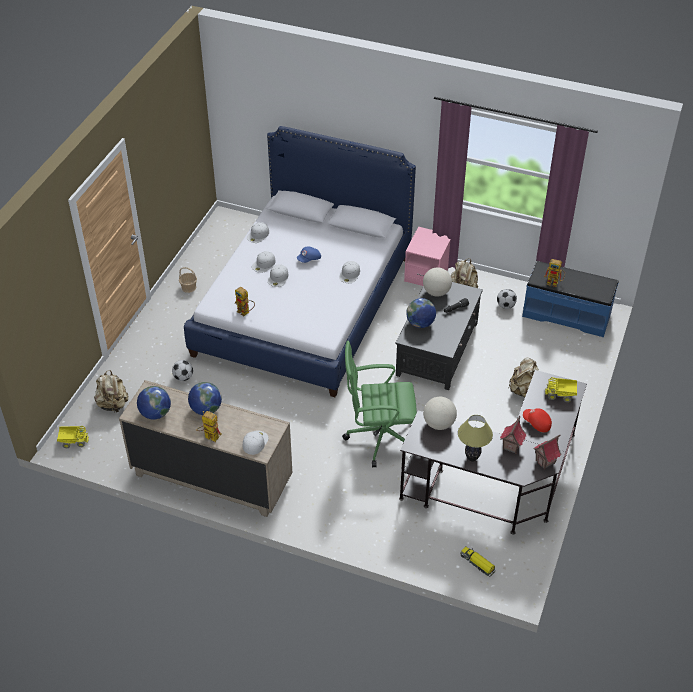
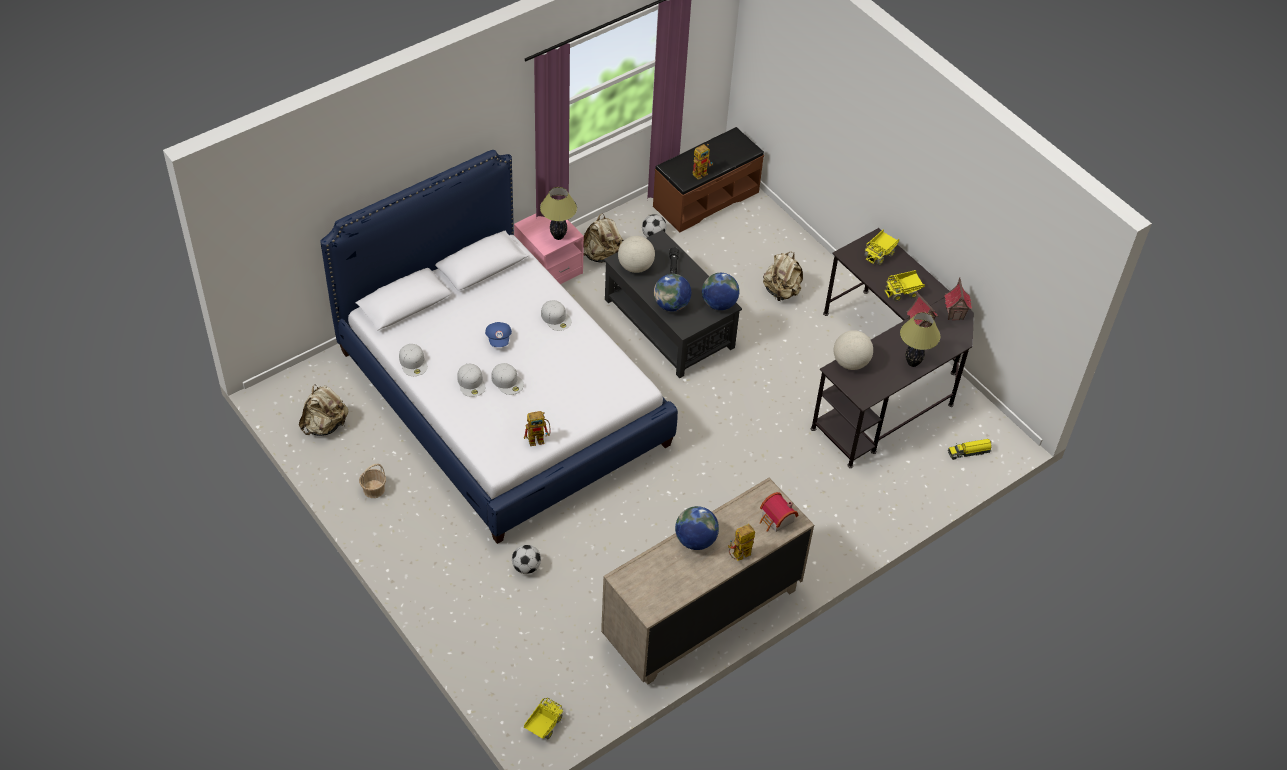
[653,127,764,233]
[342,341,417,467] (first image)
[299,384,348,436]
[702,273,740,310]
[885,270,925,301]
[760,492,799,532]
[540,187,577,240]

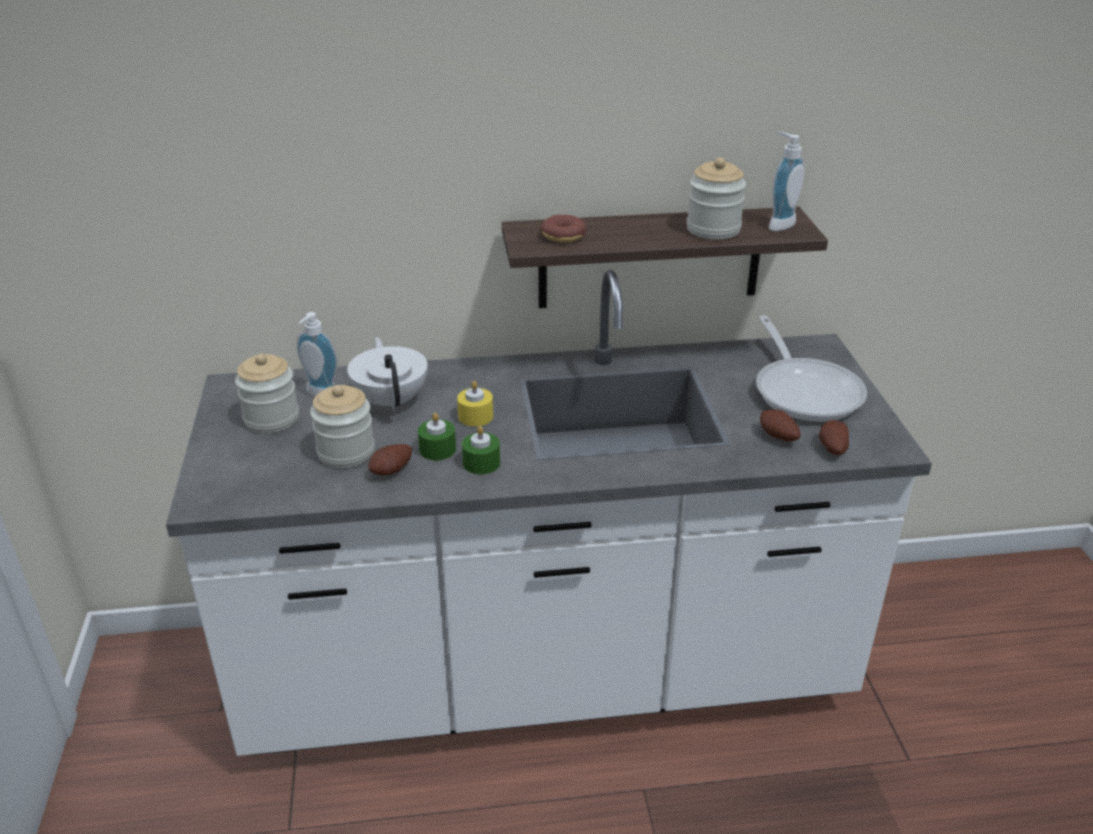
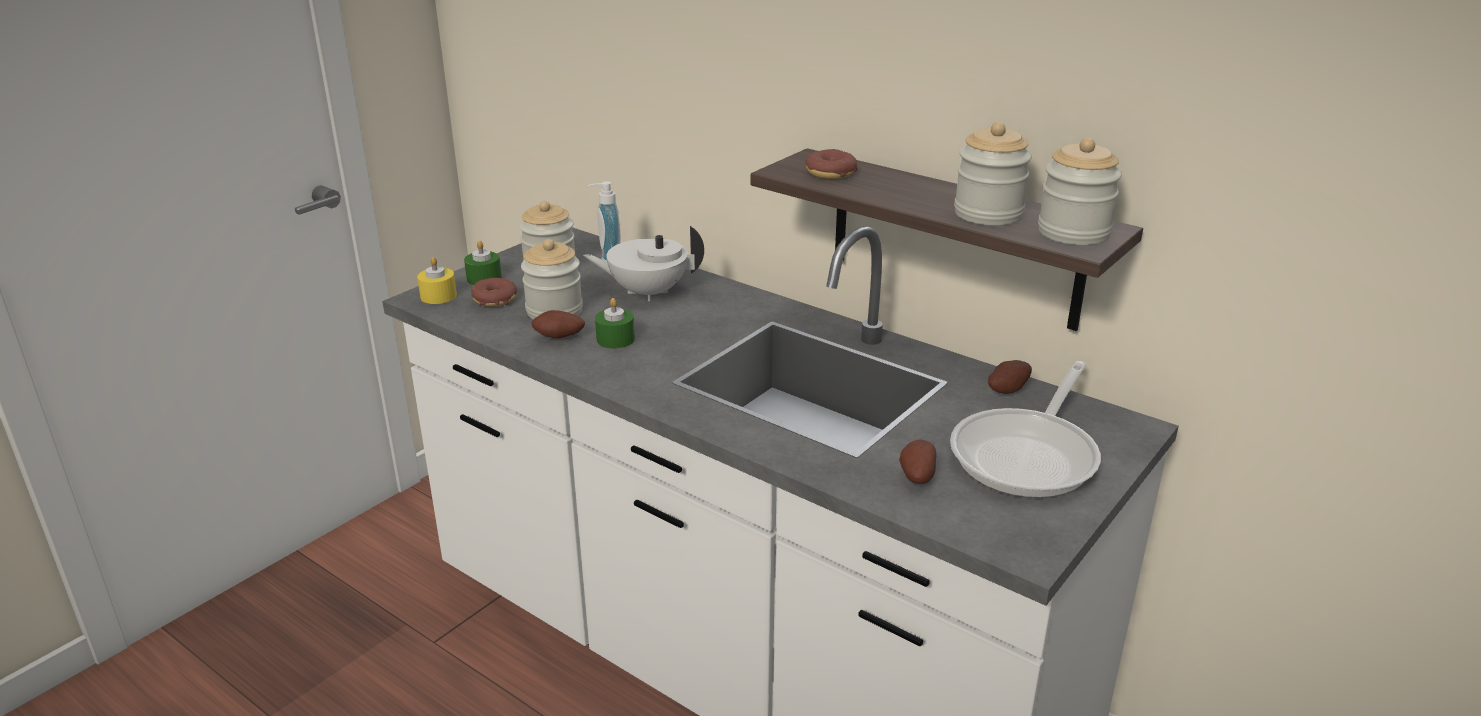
[1038,138,1122,245]
[583,226,704,301]
[417,257,457,304]
[988,360,1032,394]
[464,241,502,285]
[471,278,517,306]

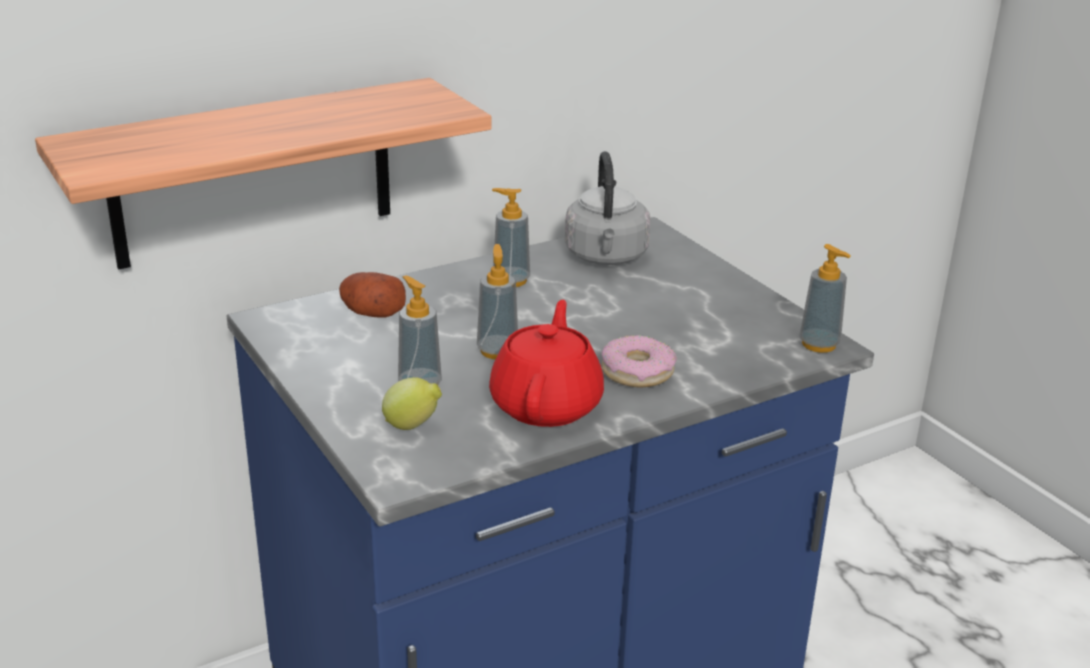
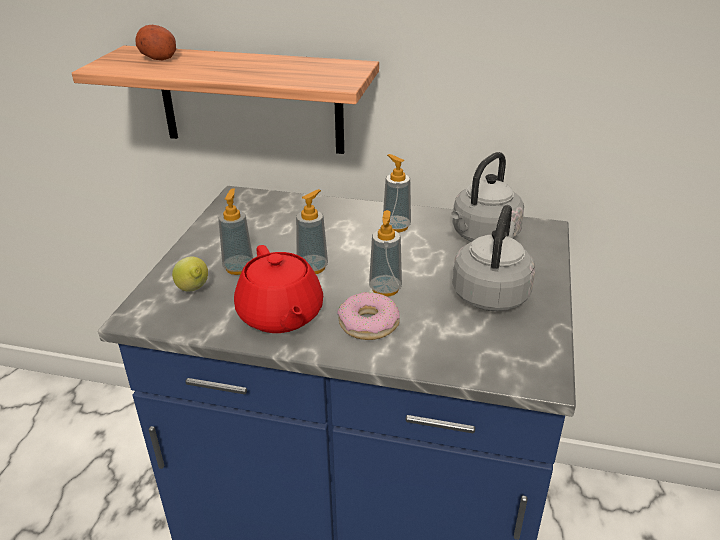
[369,210,402,297]
[135,25,176,60]
[234,245,323,333]
[452,205,535,311]

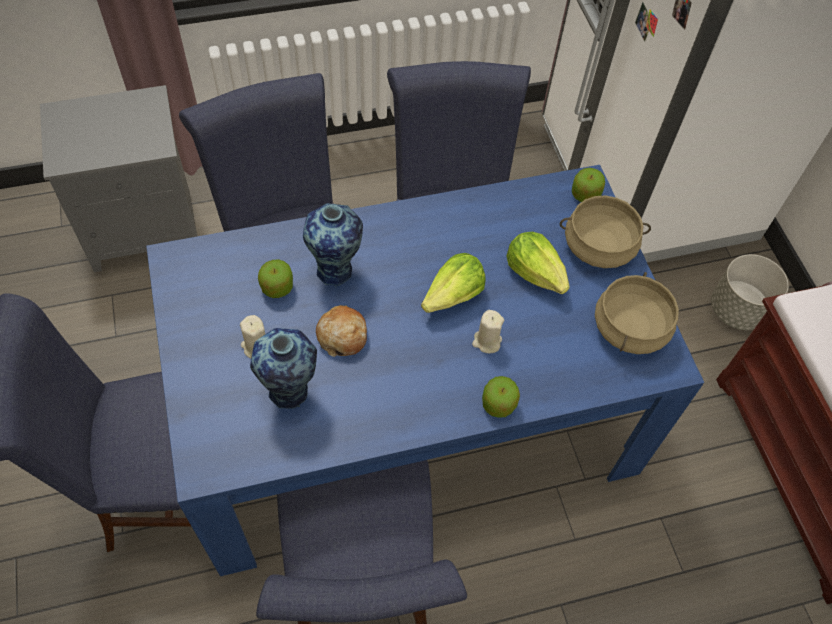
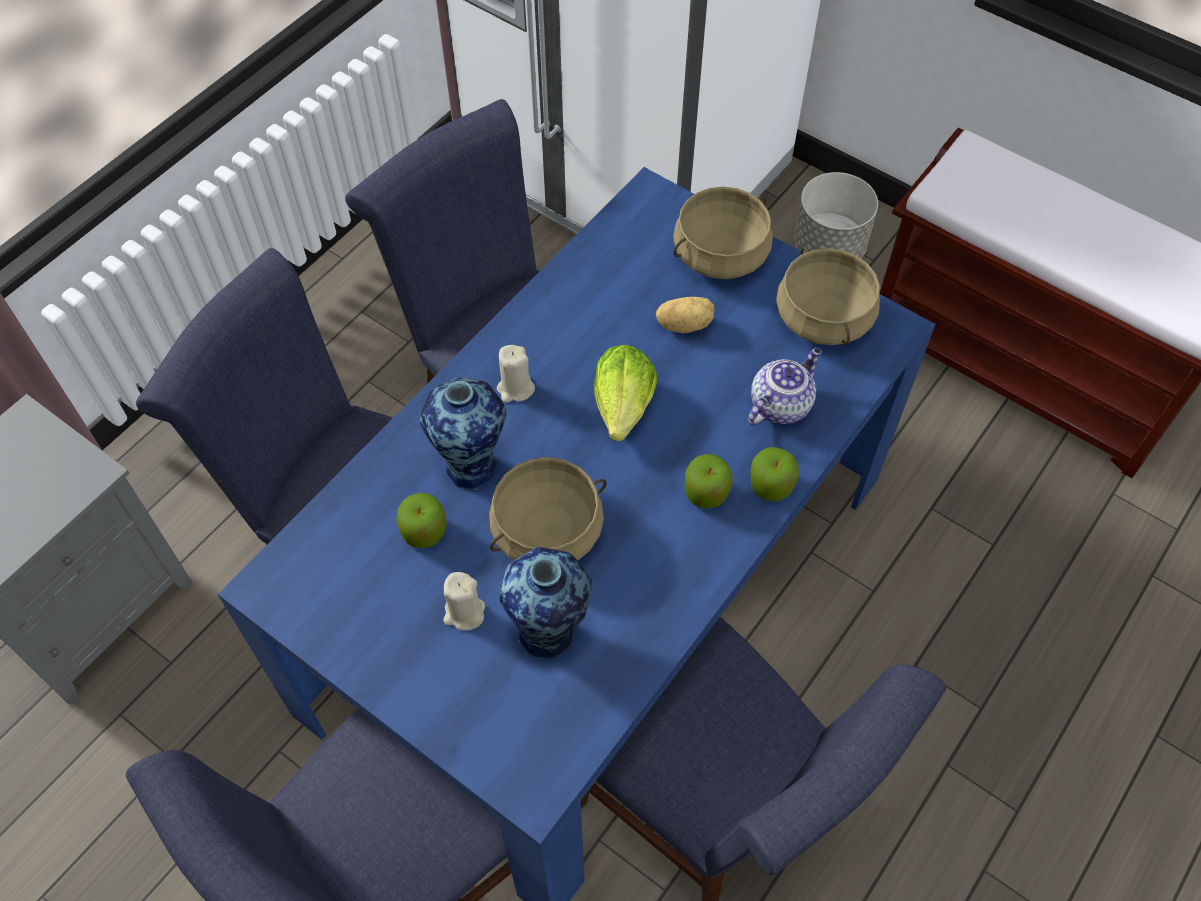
[685,454,732,508]
[656,297,714,333]
[489,457,607,561]
[497,345,535,403]
[748,347,822,426]

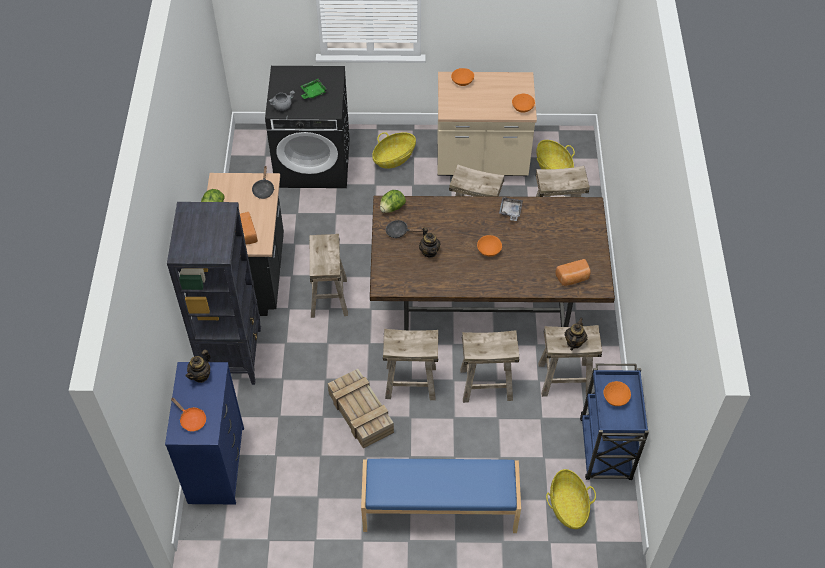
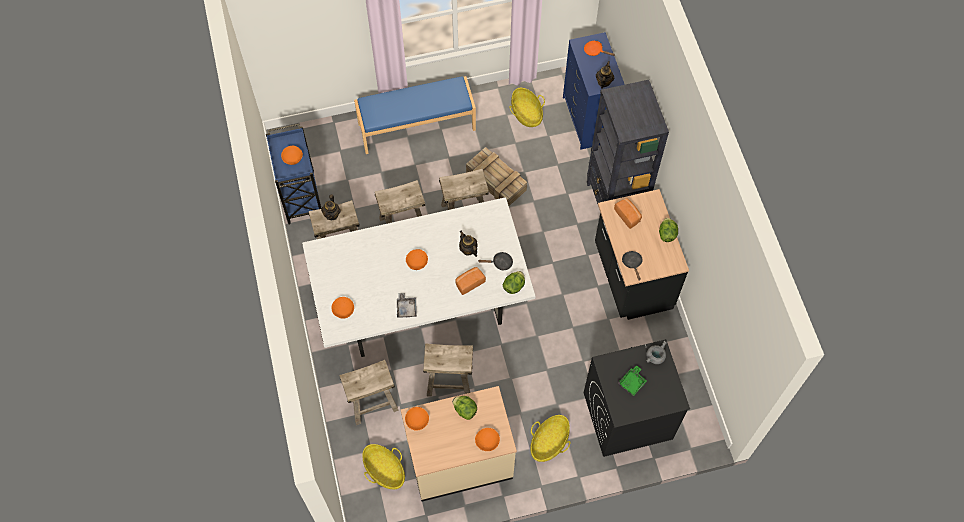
[302,197,536,357]
[309,234,348,318] (first image)
[455,267,486,295]
[510,88,545,127]
[331,297,354,319]
[452,396,477,420]

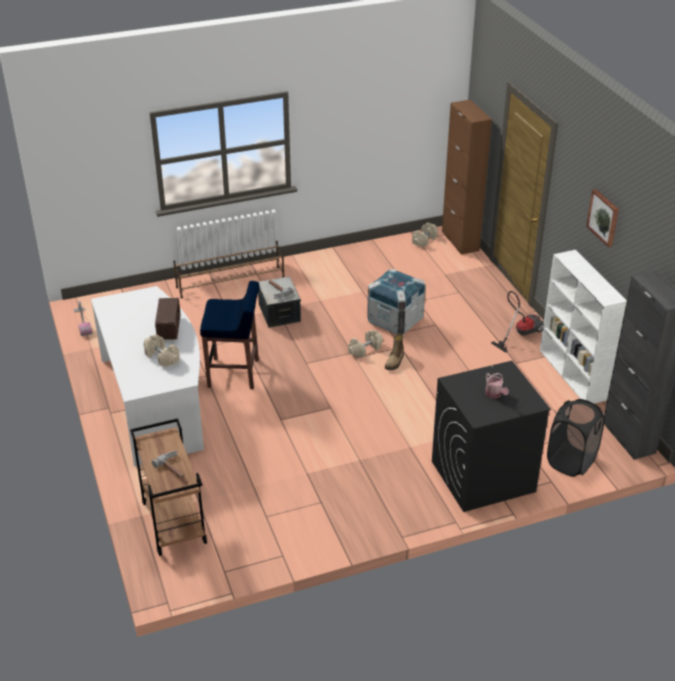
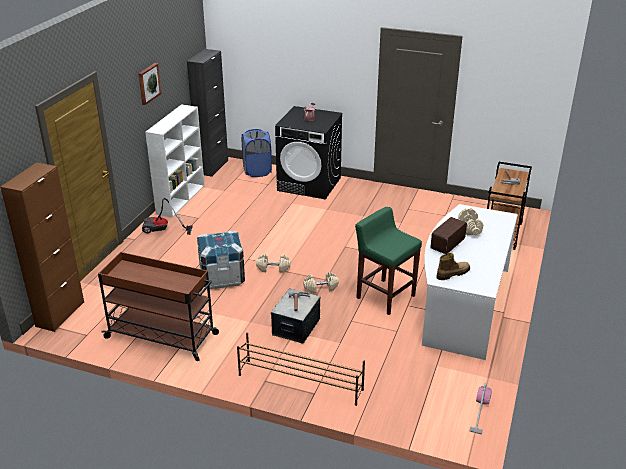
[303,272,339,294]
[355,207,422,315]
[436,253,470,280]
[242,129,272,177]
[98,252,219,361]

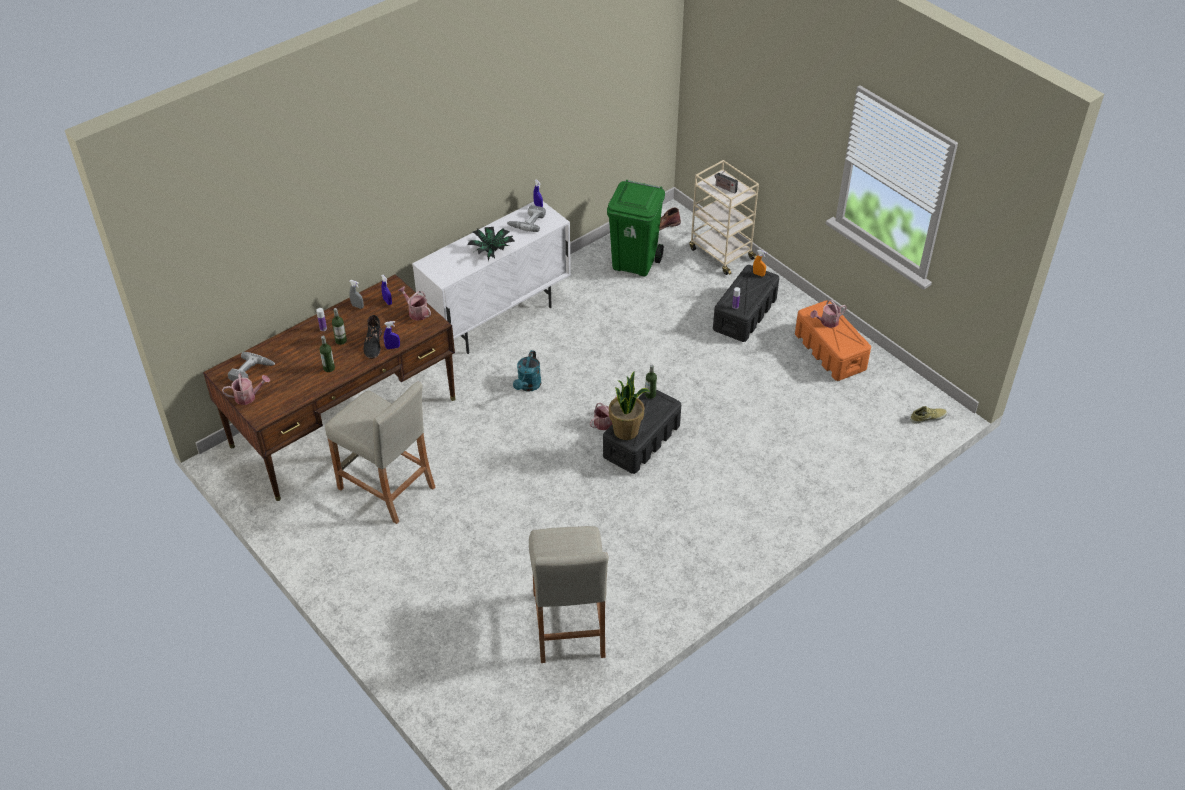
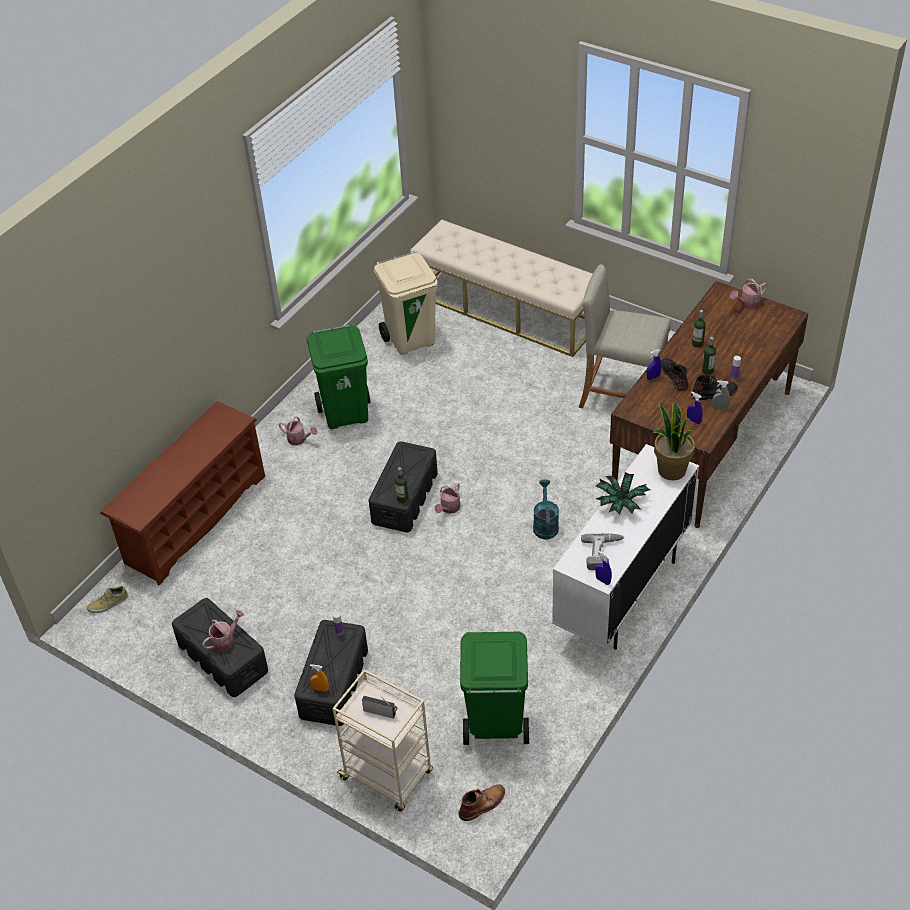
[279,417,318,445]
[172,598,268,697]
[228,352,275,381] (first image)
[652,402,695,480]
[374,251,438,355]
[410,219,593,357]
[307,324,370,429]
[691,375,738,400]
[100,401,265,586]

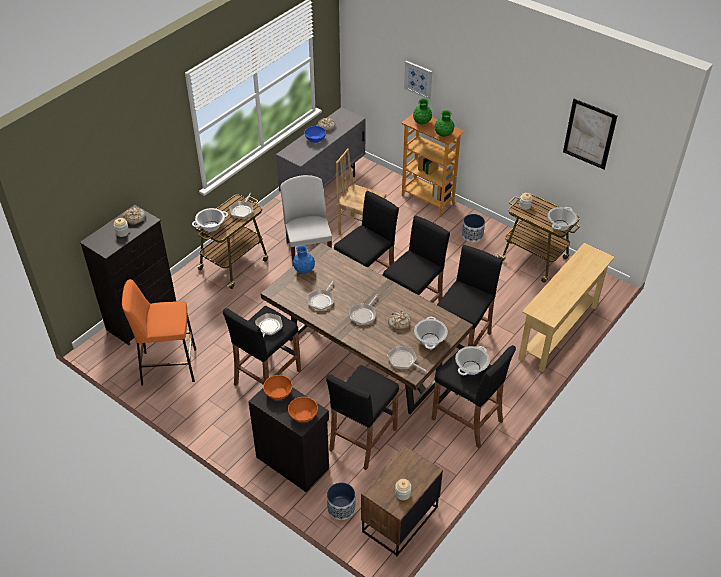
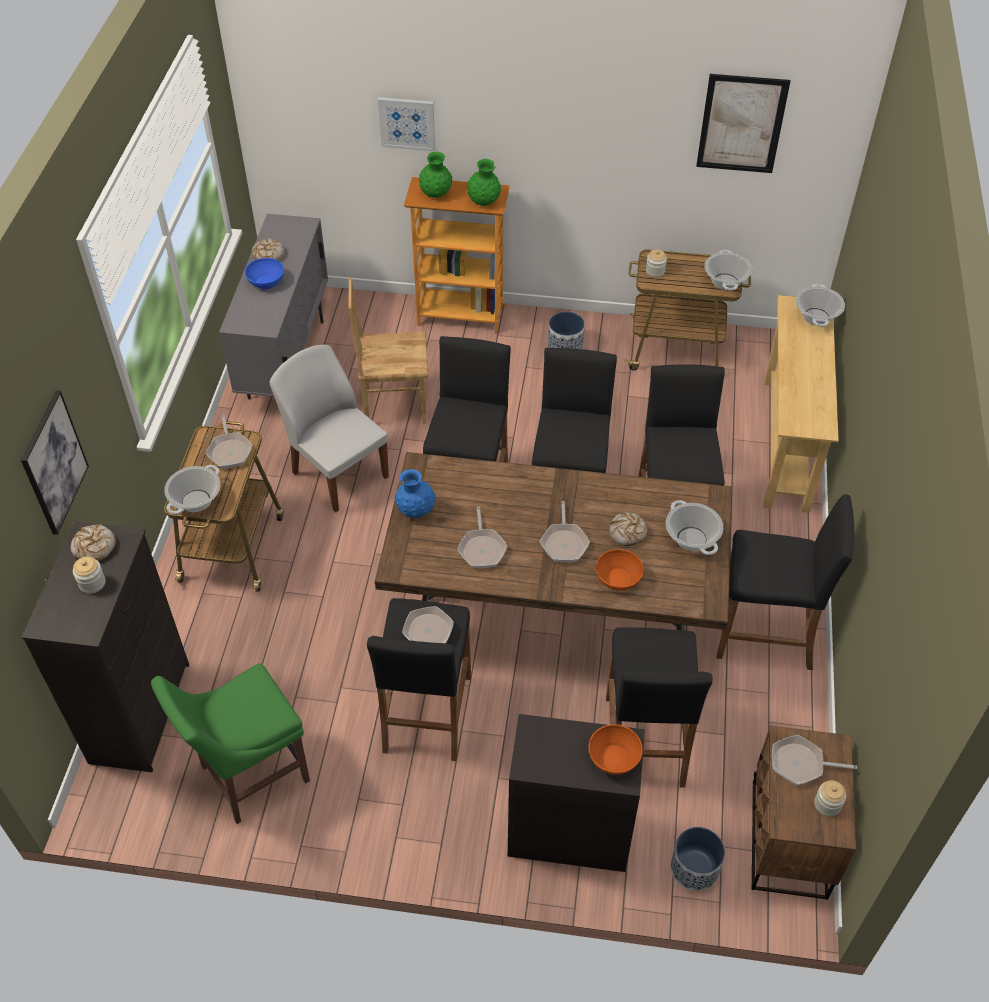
[151,663,310,824]
[772,735,857,785]
[795,284,845,327]
[596,549,644,591]
[21,390,89,535]

